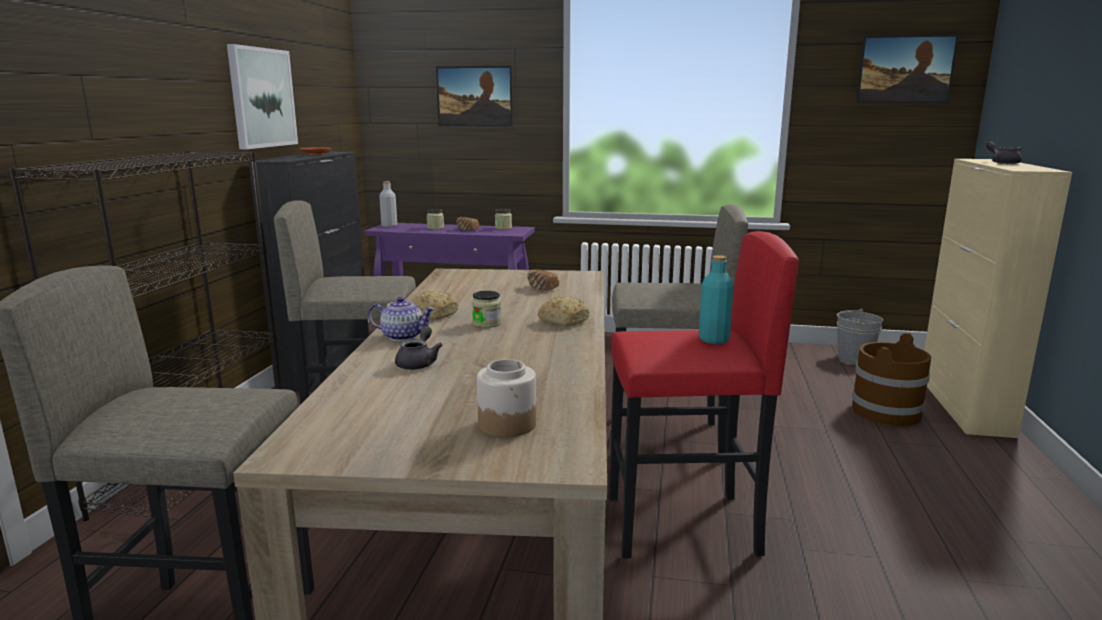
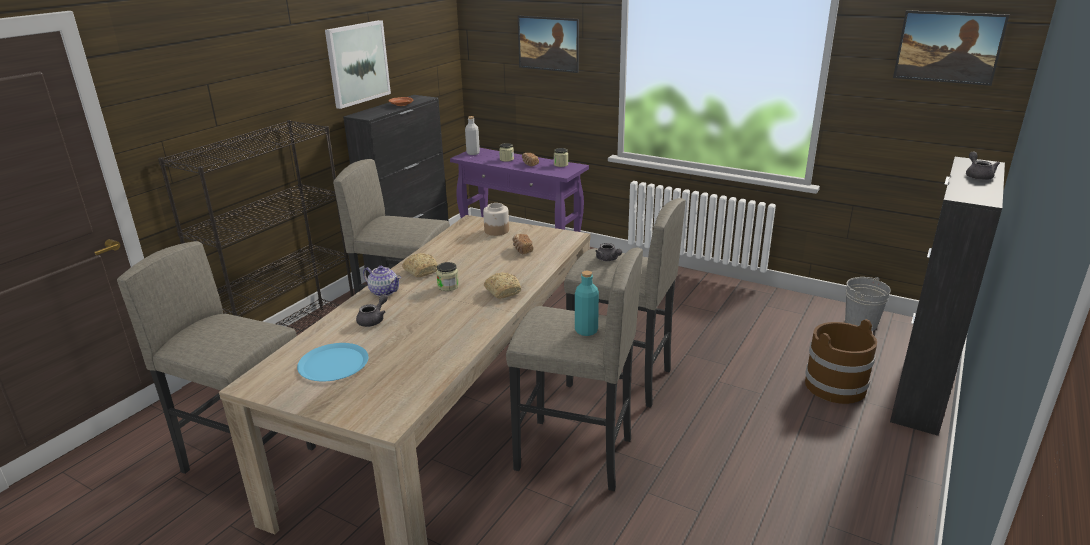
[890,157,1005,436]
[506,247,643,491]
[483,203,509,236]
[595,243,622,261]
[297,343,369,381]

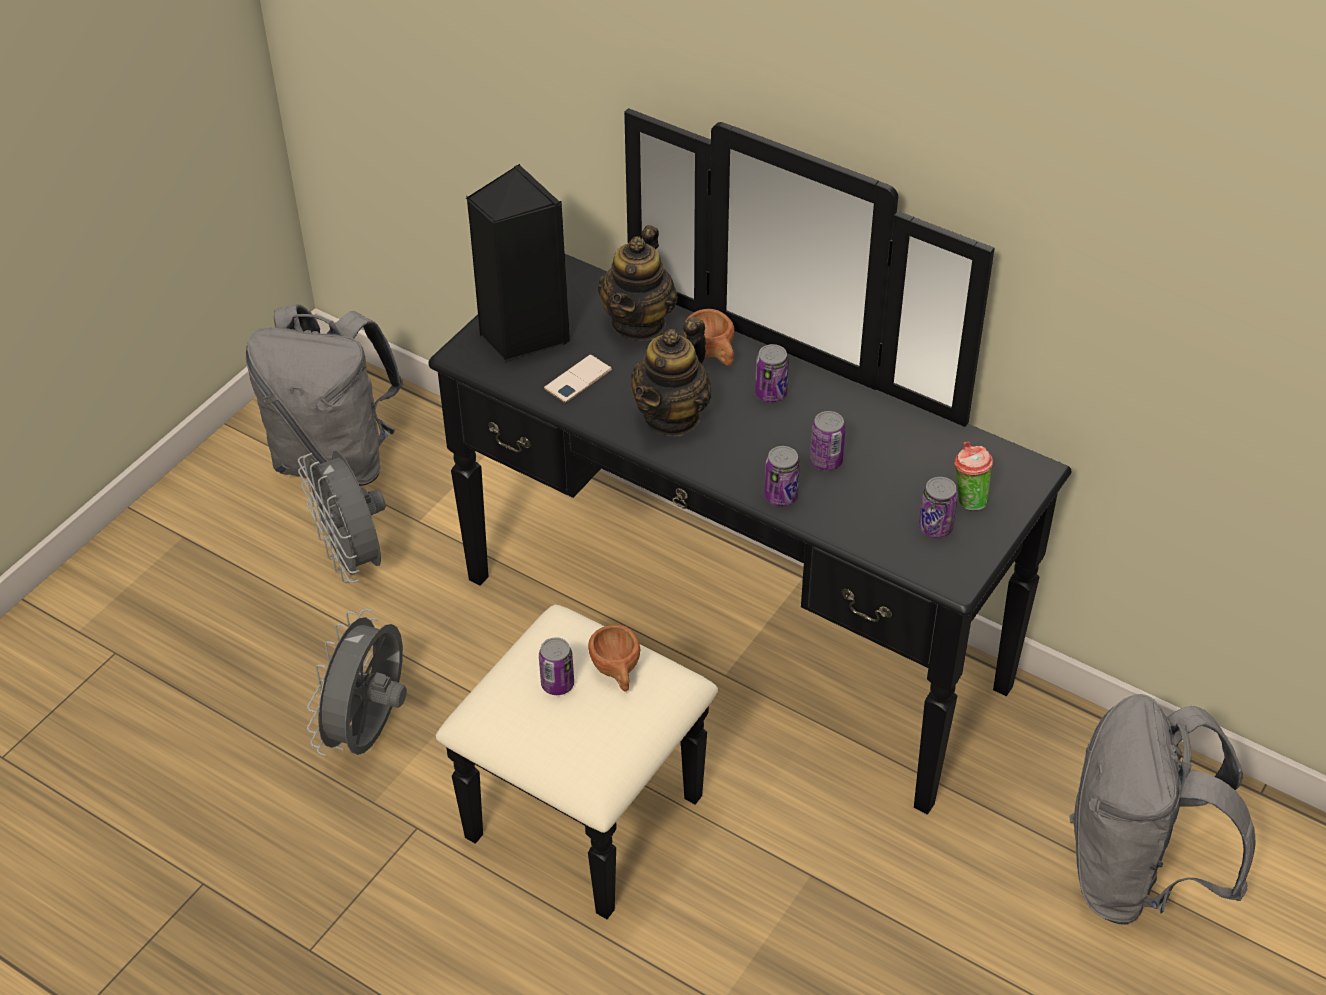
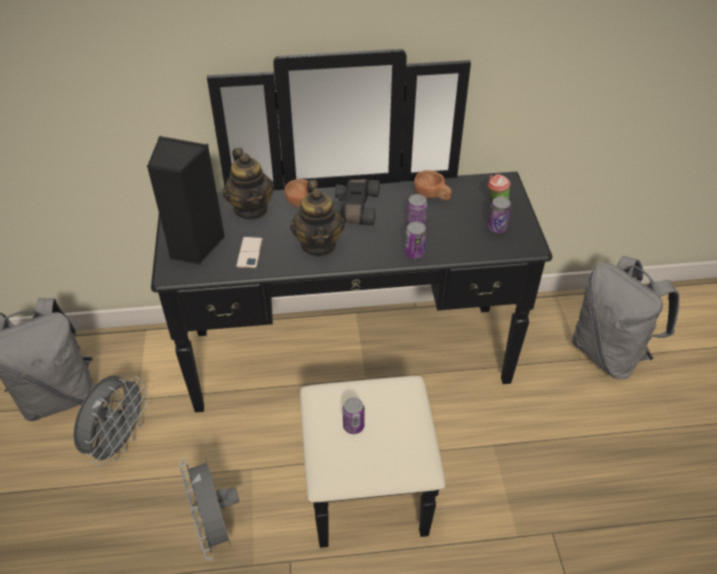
[332,179,380,225]
[73,375,148,467]
[414,170,452,200]

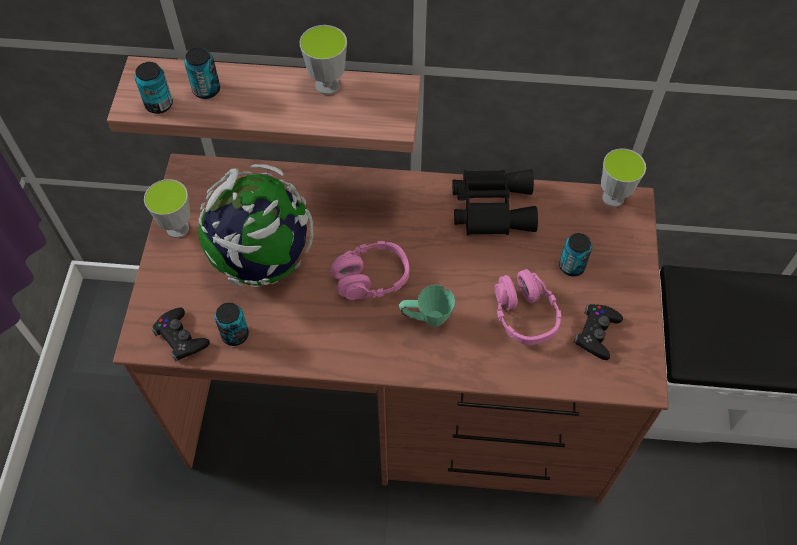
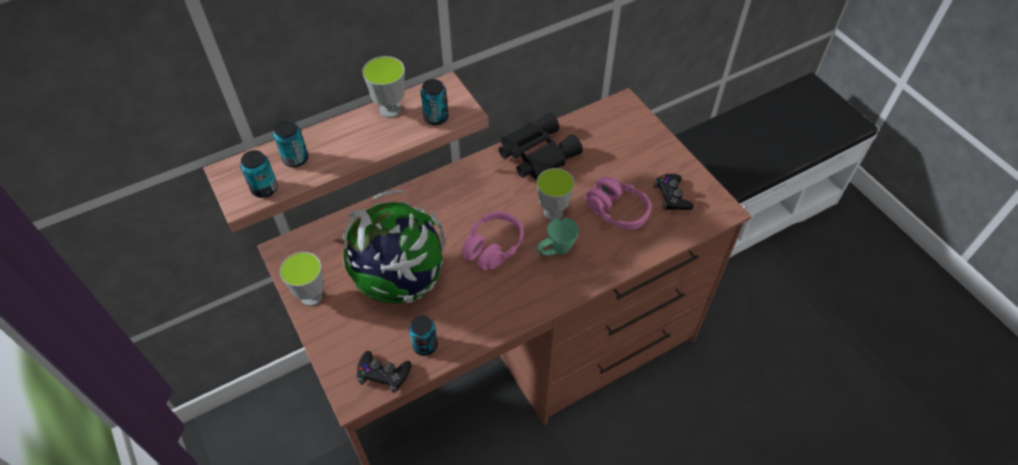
[537,168,575,220]
[421,79,448,125]

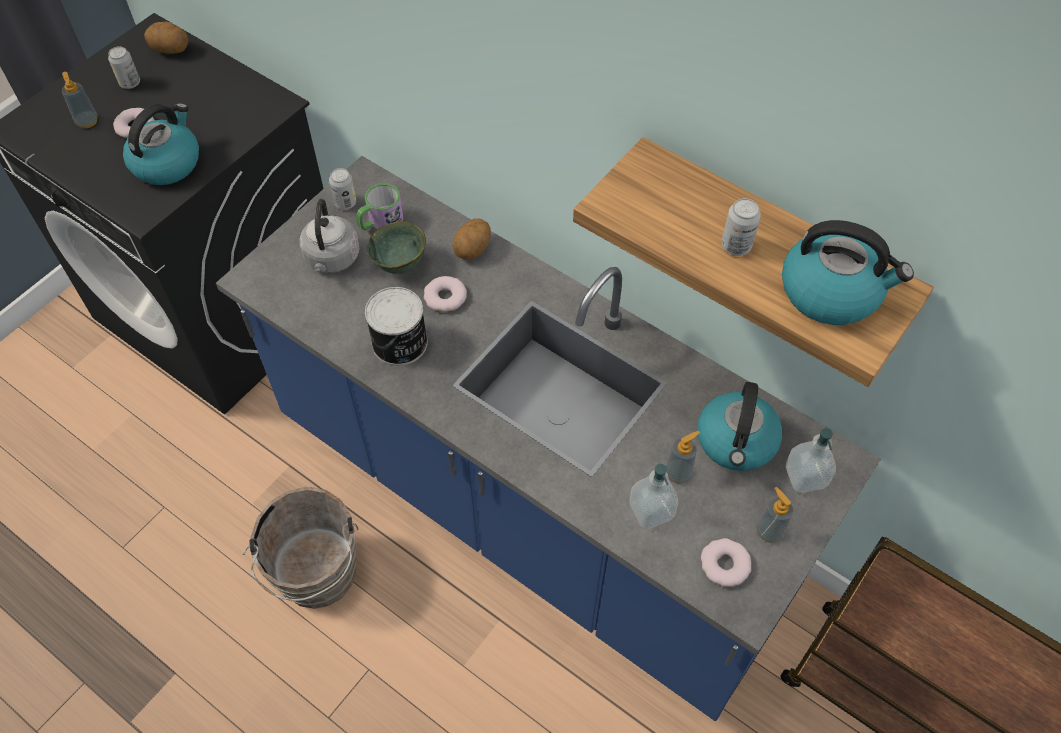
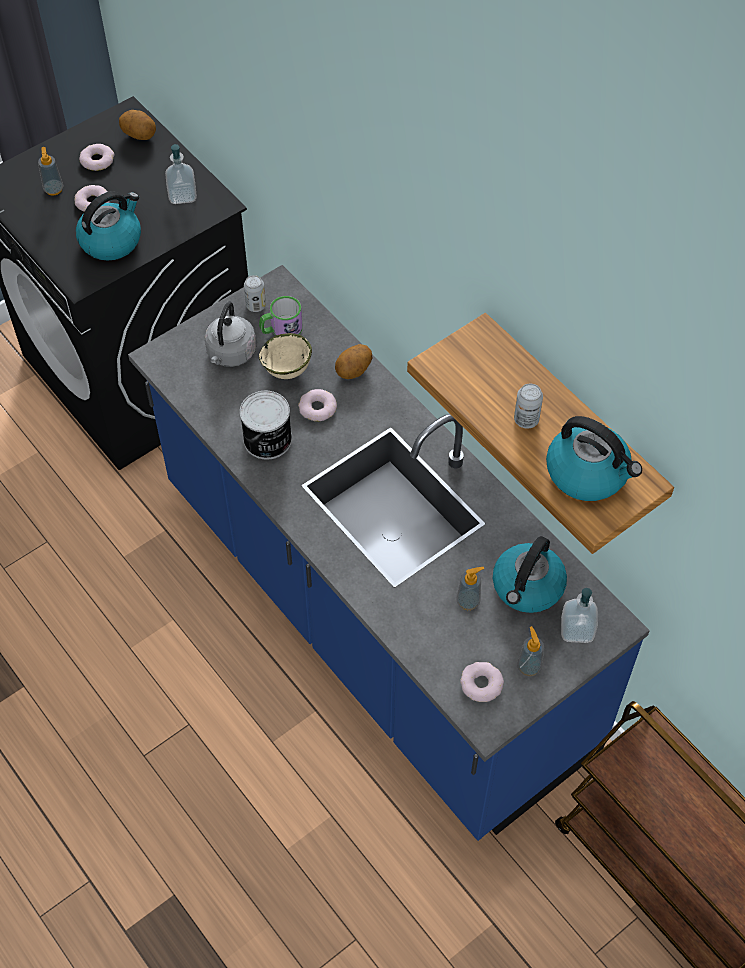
[79,144,115,171]
[259,333,312,379]
[165,144,197,204]
[243,487,358,609] (first image)

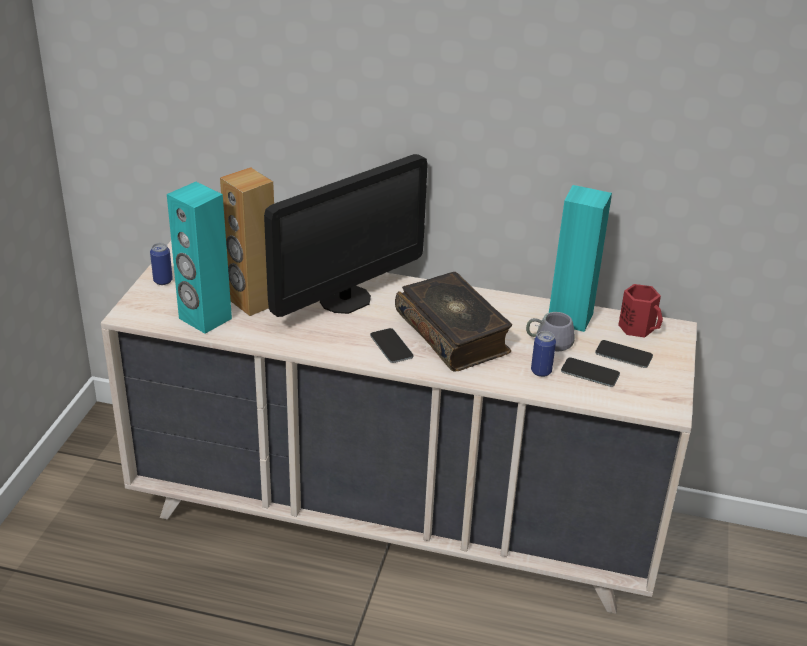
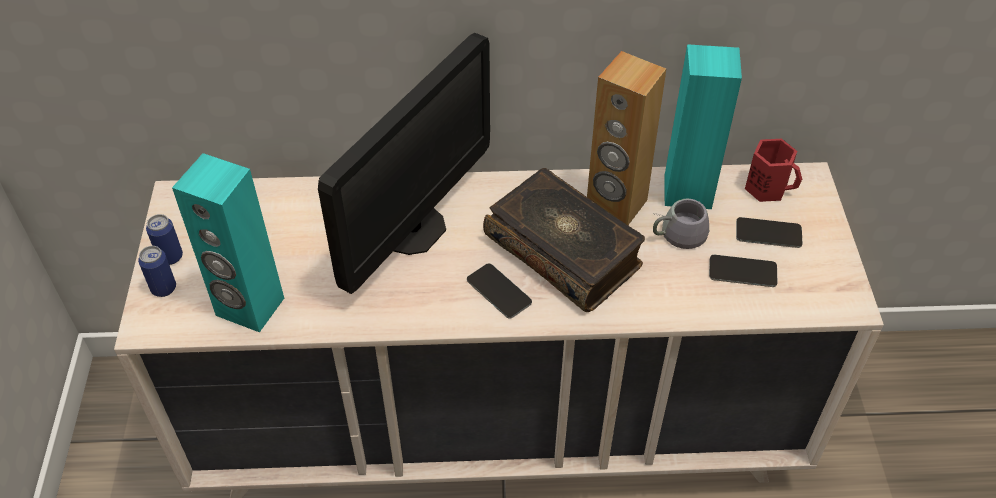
[587,51,667,225]
[138,246,176,297]

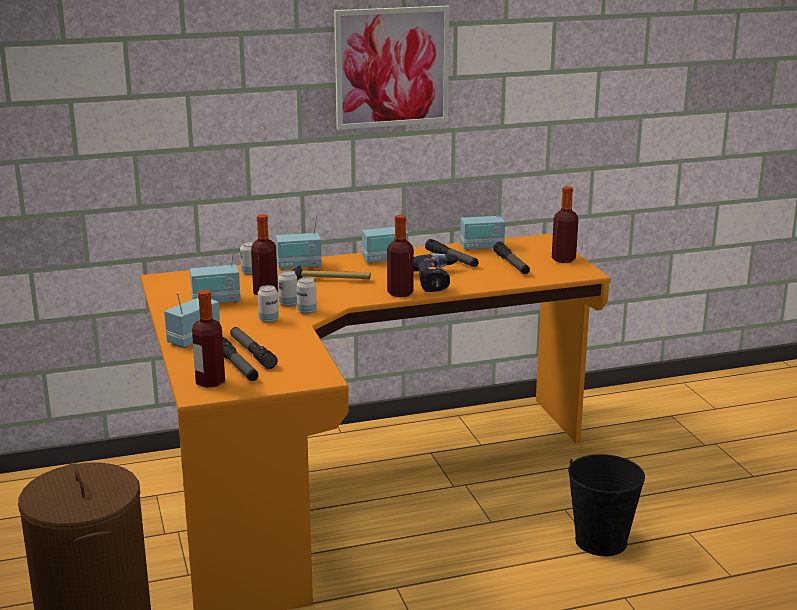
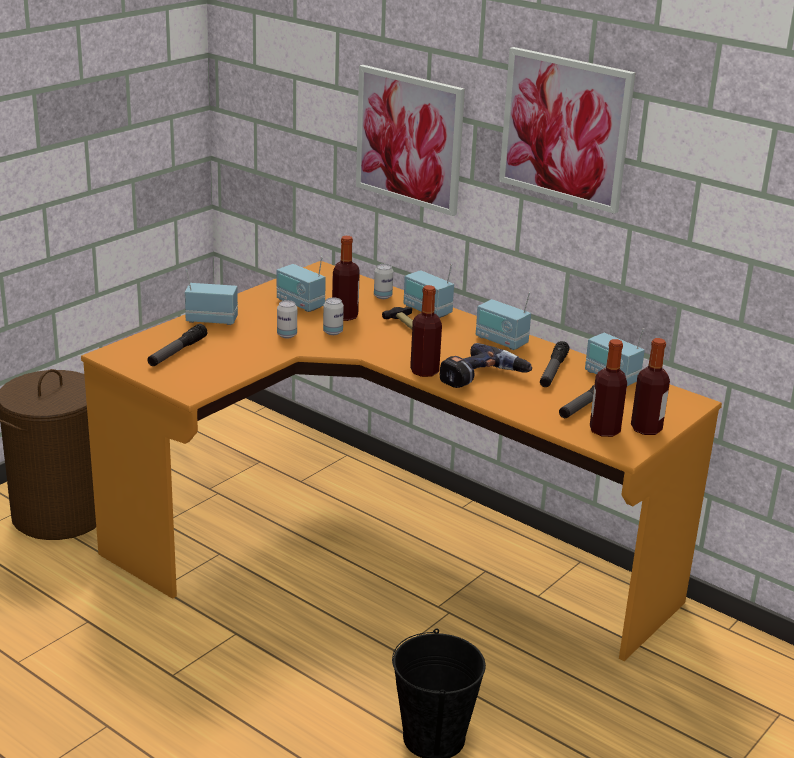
[296,277,317,314] (first image)
[590,339,627,437]
[230,327,278,369] (first image)
[356,65,465,216]

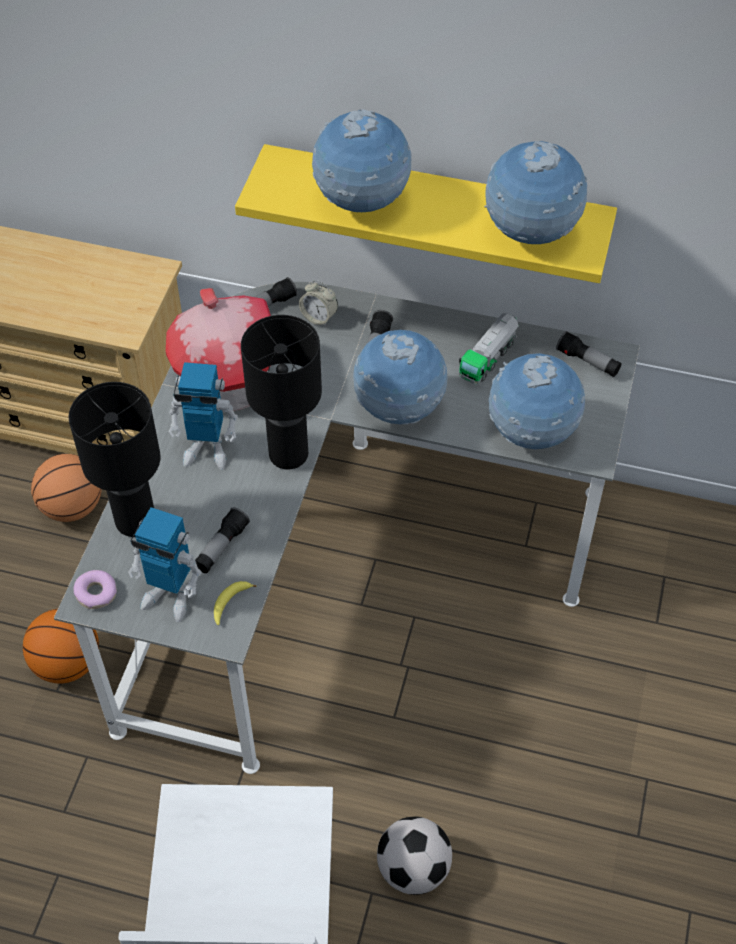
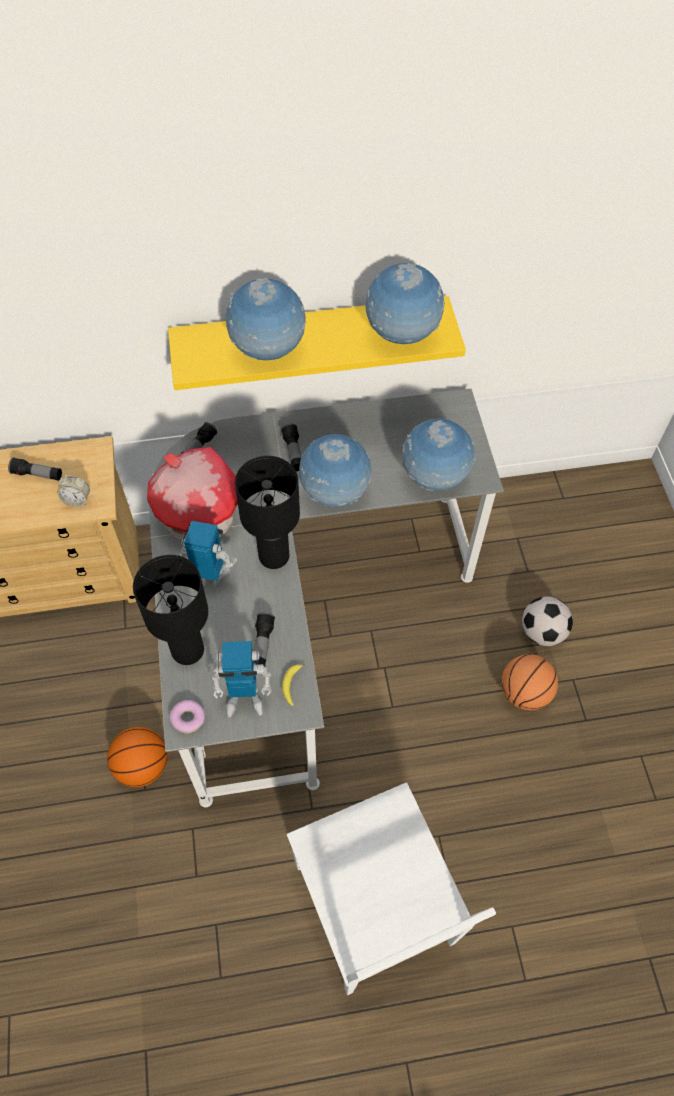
[57,475,90,507]
[459,313,519,385] (first image)
[8,457,62,481]
[180,521,237,588]
[501,654,558,710]
[522,597,573,646]

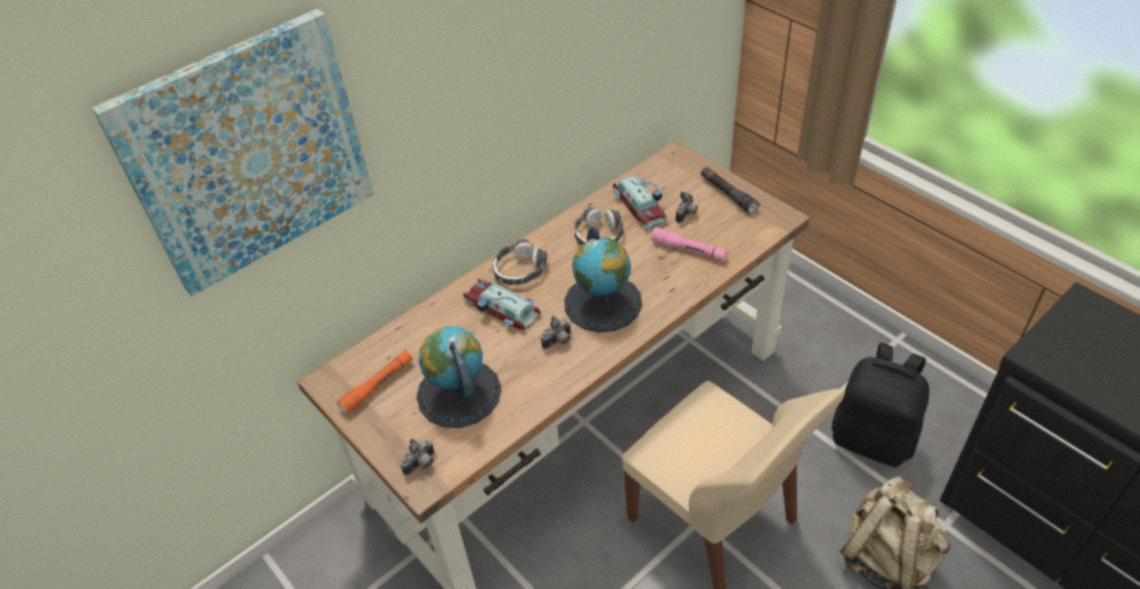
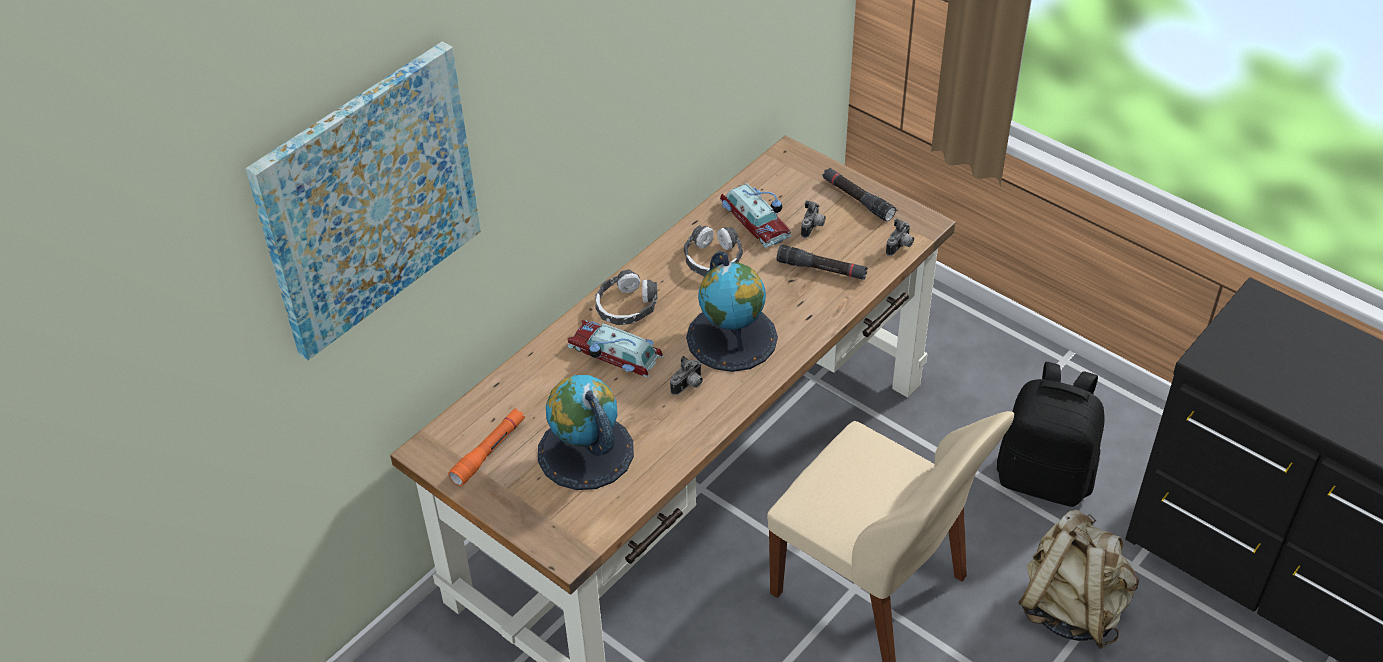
[776,245,868,280]
[886,219,914,256]

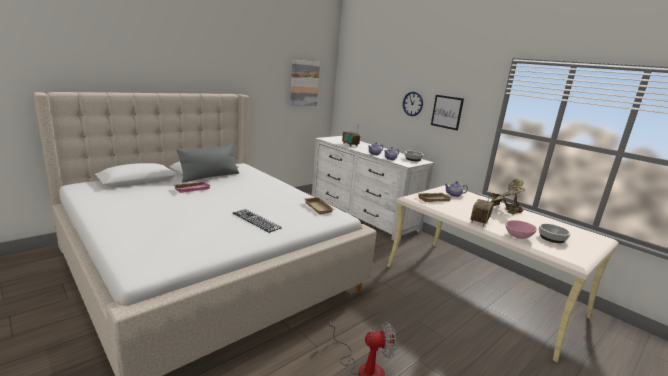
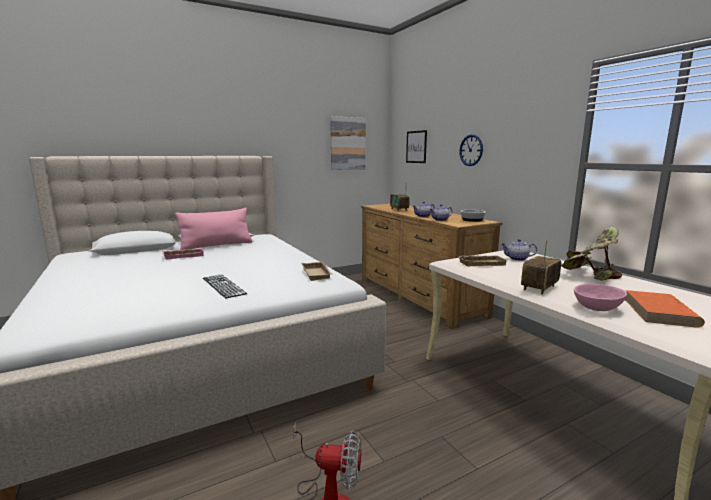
[406,130,427,163]
[361,204,502,329]
[175,208,252,250]
[625,290,705,328]

